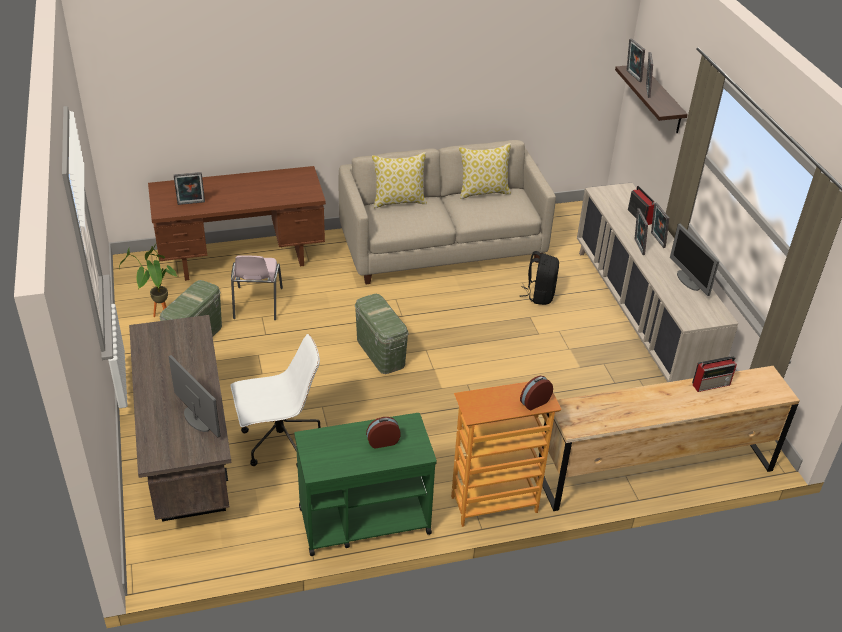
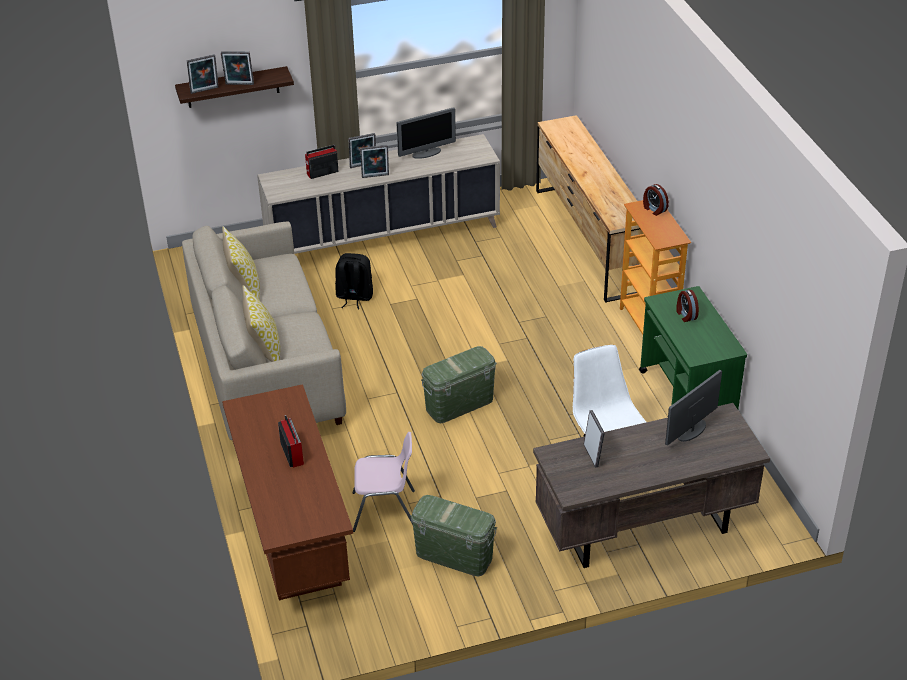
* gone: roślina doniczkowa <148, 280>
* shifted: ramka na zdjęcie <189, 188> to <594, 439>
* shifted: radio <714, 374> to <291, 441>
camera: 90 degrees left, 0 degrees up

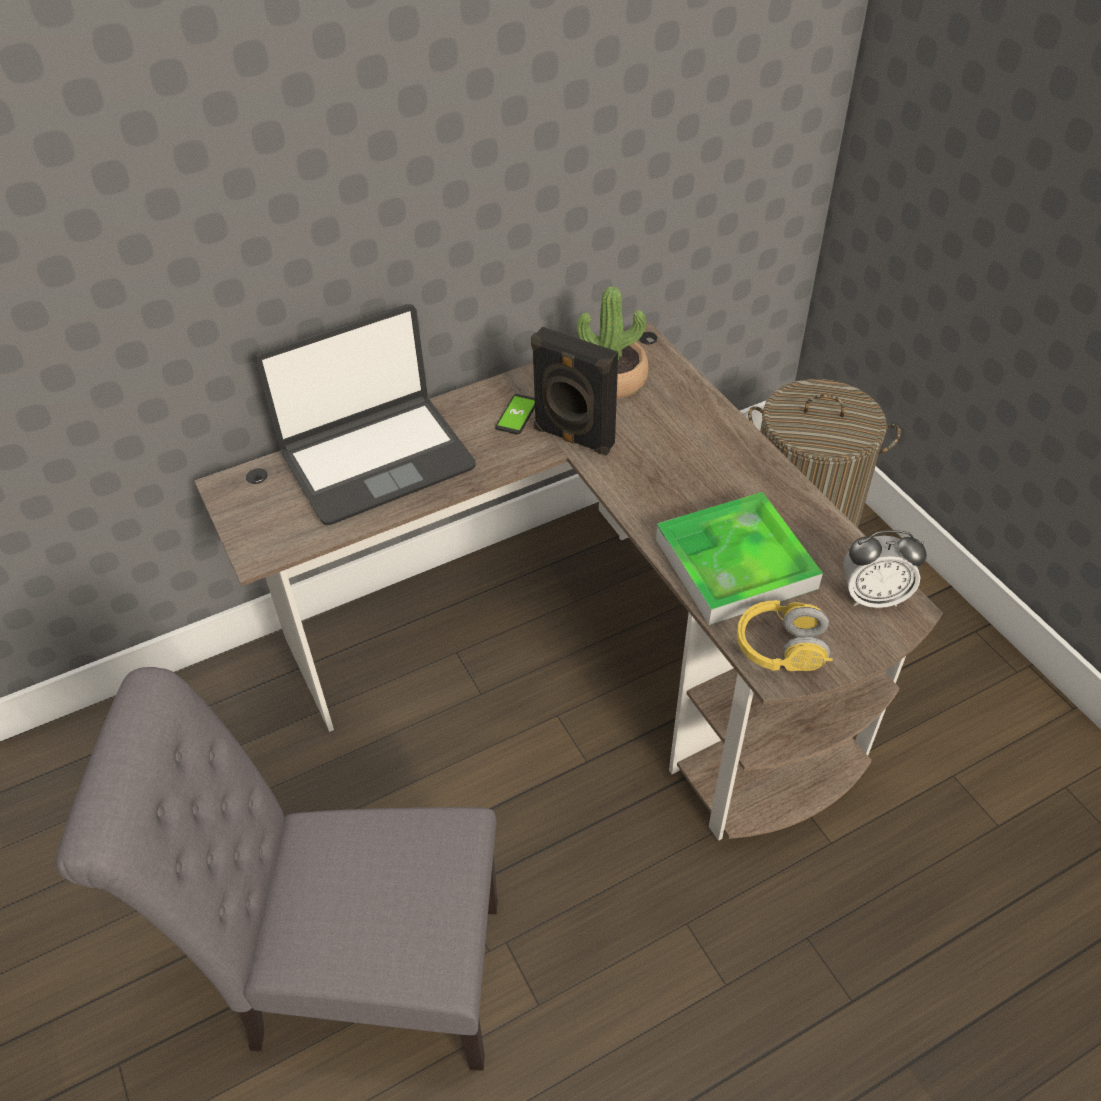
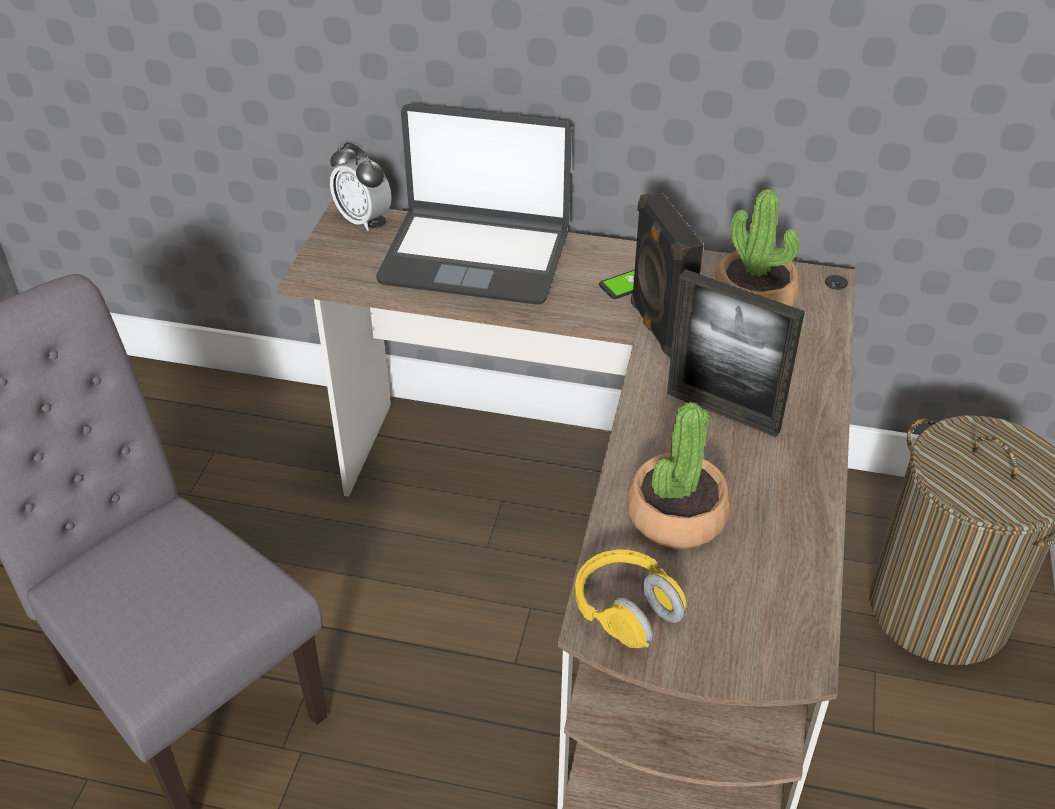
* new: ramka na zdjęcie <736, 353>
* shifted: budzik <885, 569> to <361, 186>
* swapped: taca <739, 558> to roślina doniczkowa <679, 475>
camera: 40 degrees right, 5 degrees down

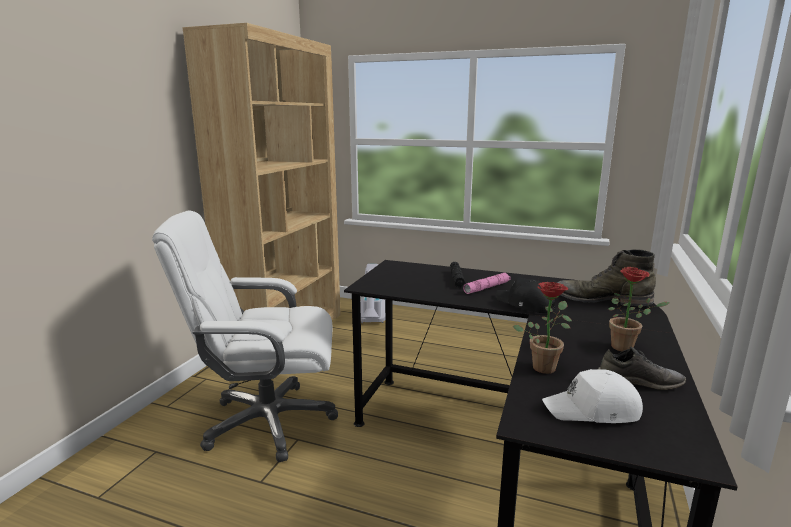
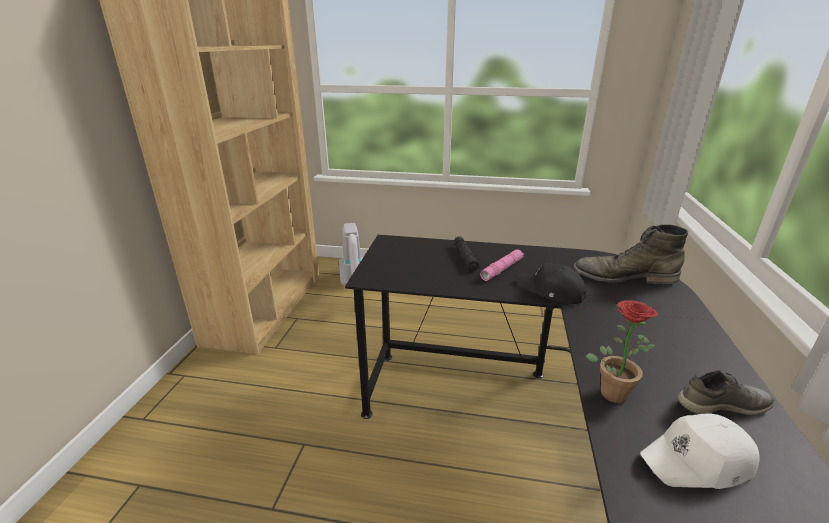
* gone: krzesło biurowe/biały <245, 336>
* gone: roślina doniczkowa <639, 309>
camera: 10 degrees left, 10 degrees up

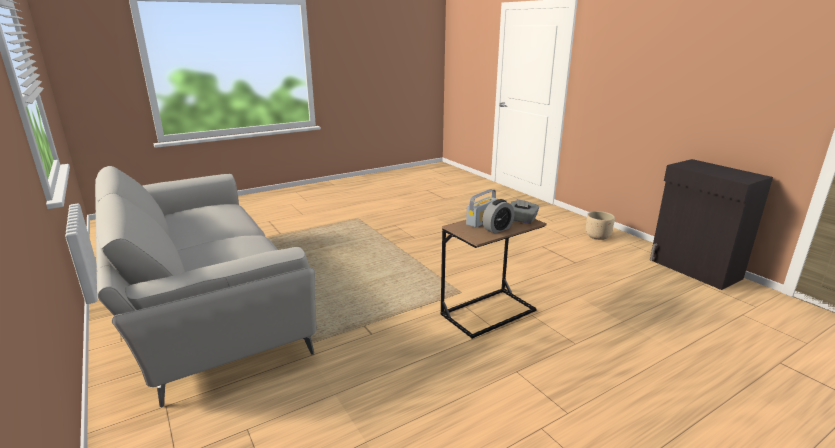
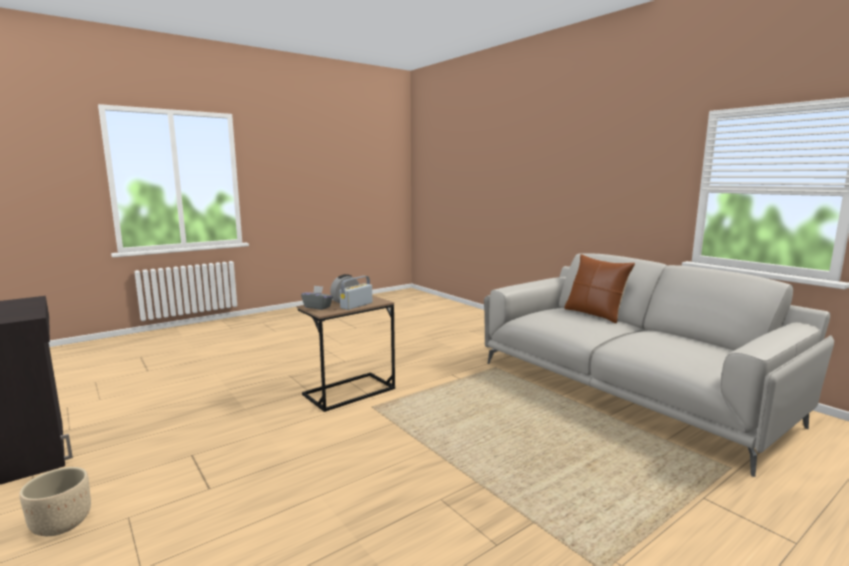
* new: poduszka/brązowy <599, 288>
camera: 175 degrees right, 10 degrees down

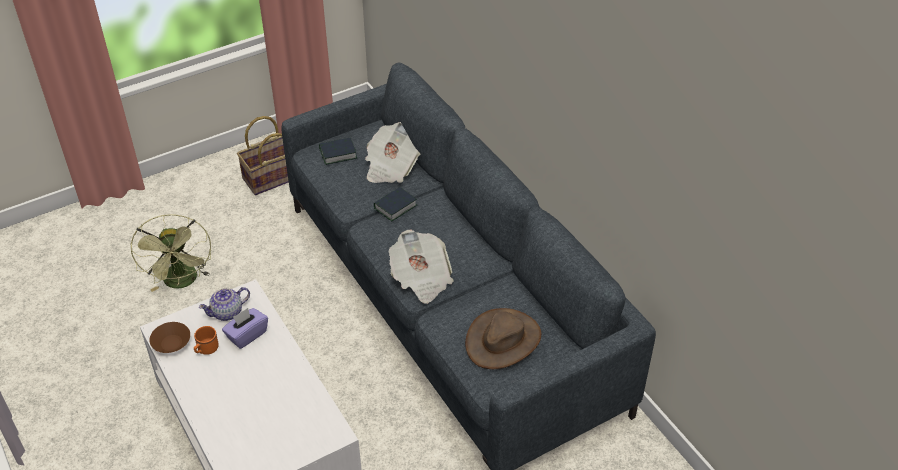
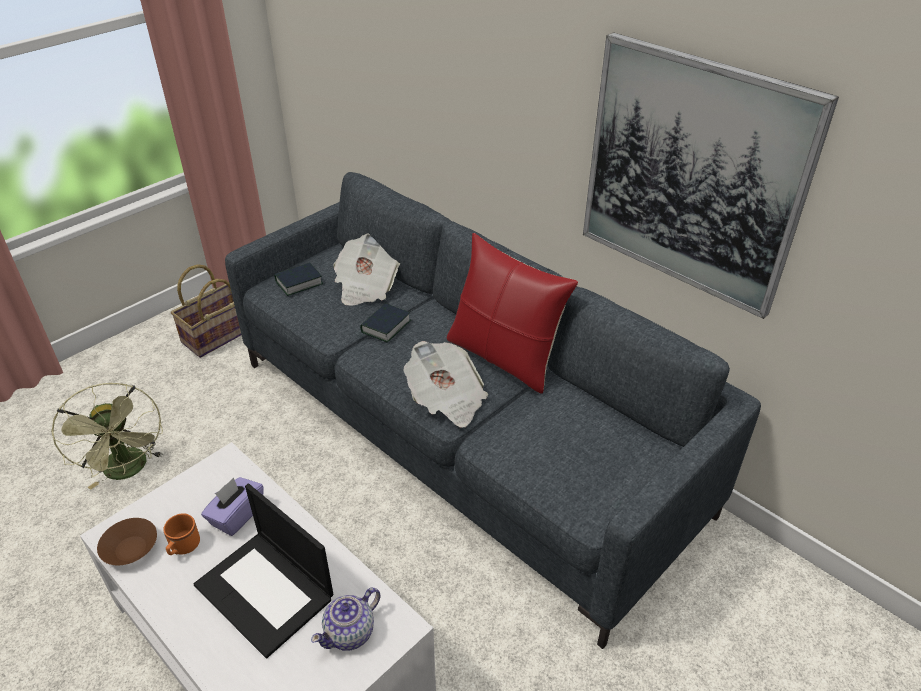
* gone: kapelusz/brązowy <503, 338>
* new: laptop <264, 570>
* new: poduszka/czerwony <512, 313>
* new: obraz <711, 175>
* shifted: imbryk <224, 304> to <346, 619>
camera: 15 degrees left, 5 degrees down

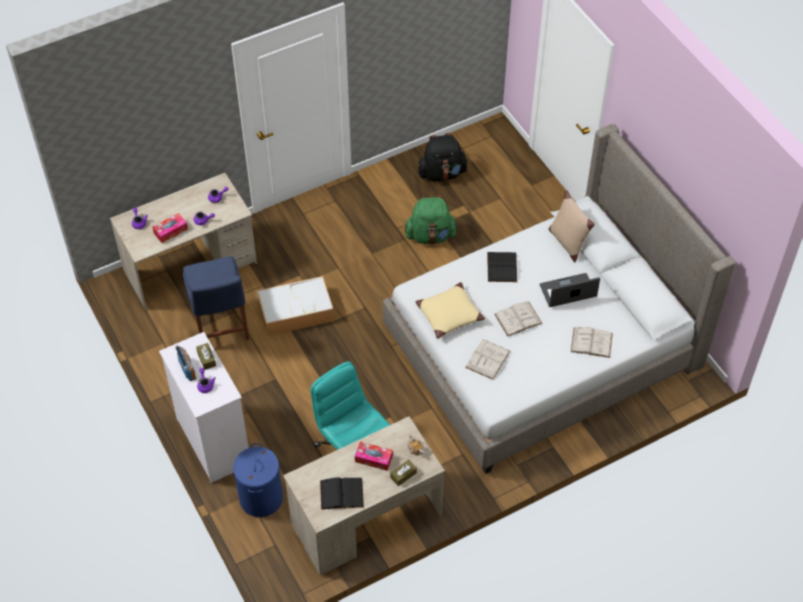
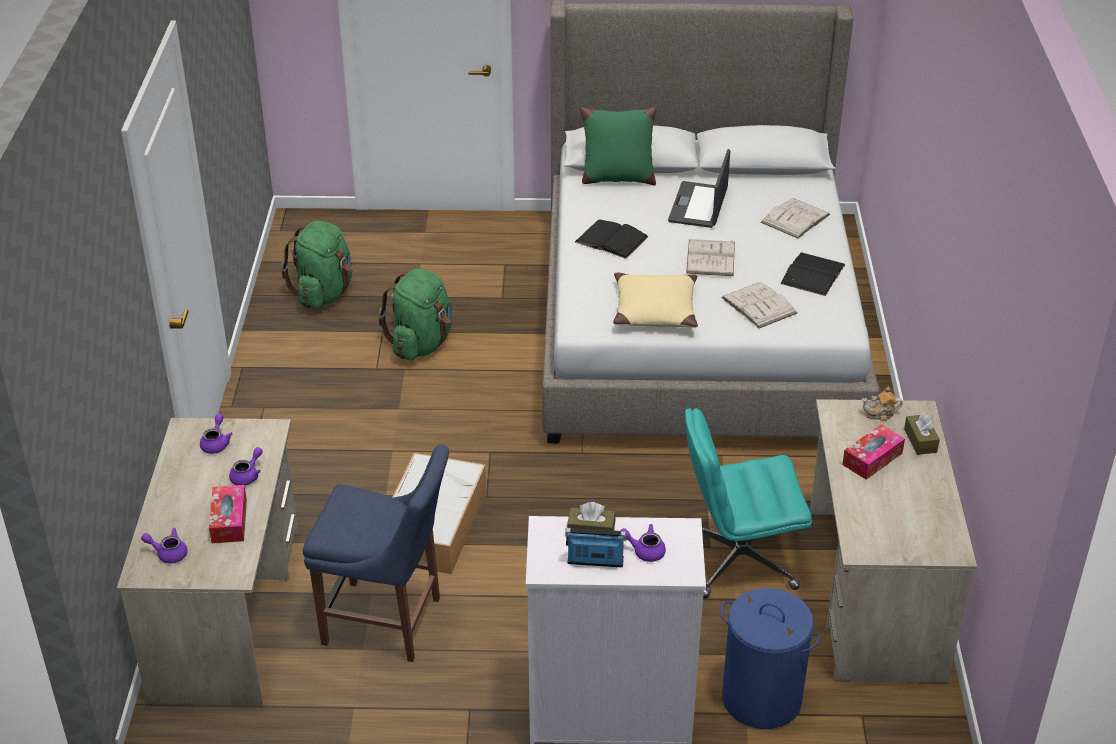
* shifted: książka/czarny <342, 493> to <812, 274>
* repainted: plecak/czarny <443, 157> to plecak/zielony <317, 265>
* repainted: poduszka/beżowy <572, 226> to poduszka/zielony <618, 146>
camera: 60 degrees left, 15 degrees down

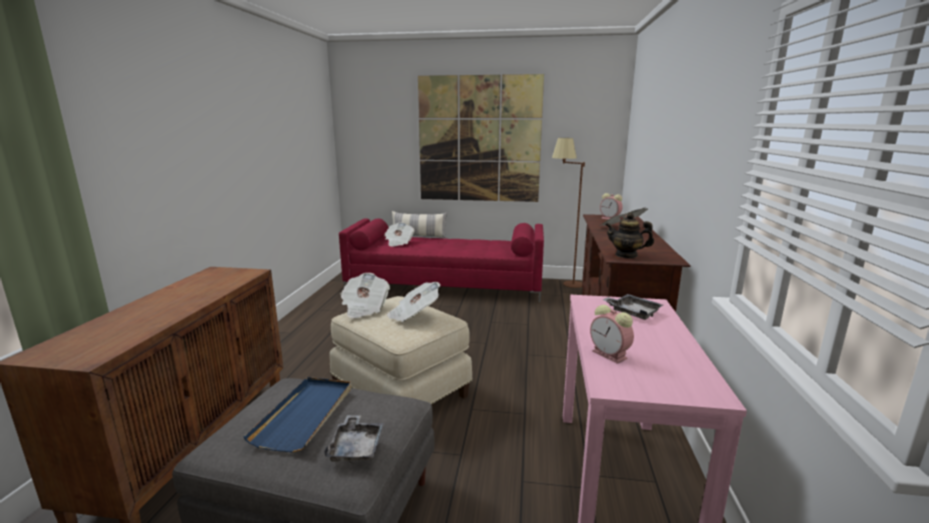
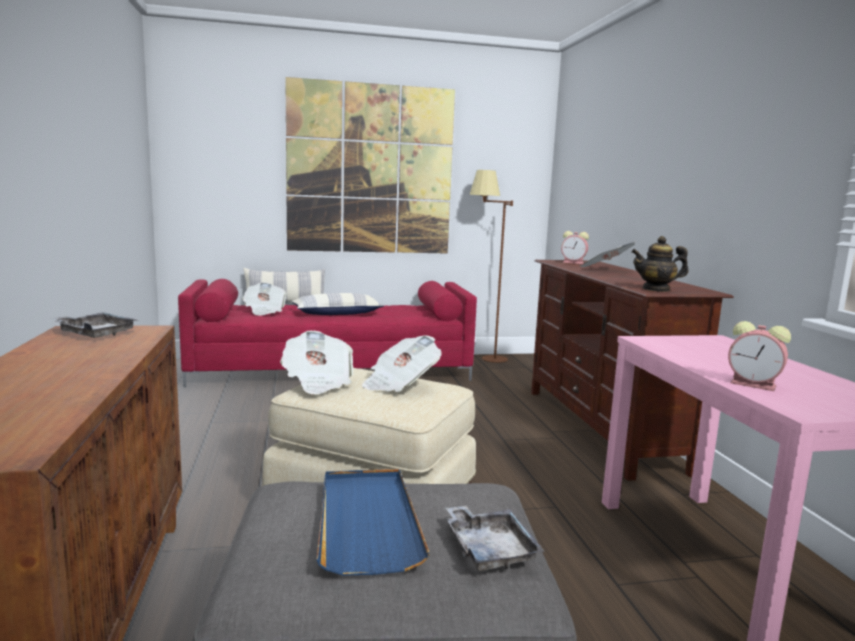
* new: poduszka <338, 304>
* shifted: taca/szary <633, 307> to <94, 325>
camera: 20 degrees left, 5 degrees down

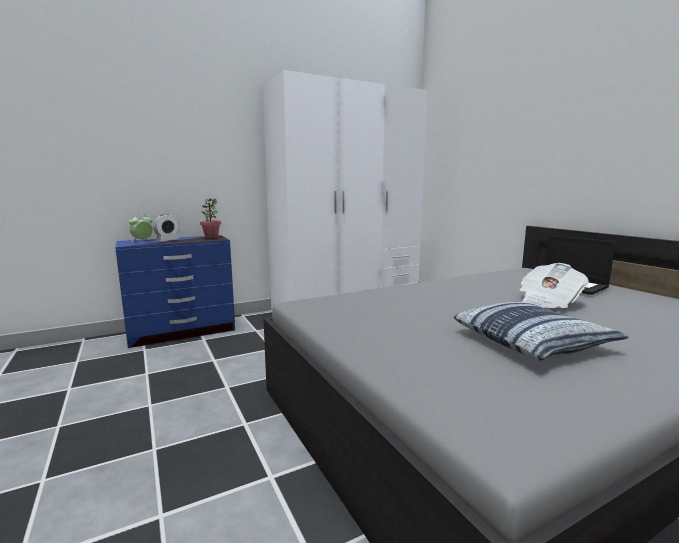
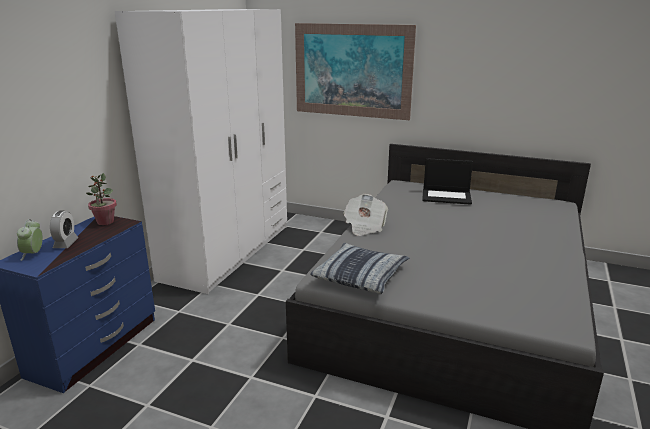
* new: obraz <355, 71>
* shifted: poduszka <541, 331> to <359, 268>
* shifted: gazeta <554, 285> to <365, 215>
camera: 40 degrees left, 10 degrees up

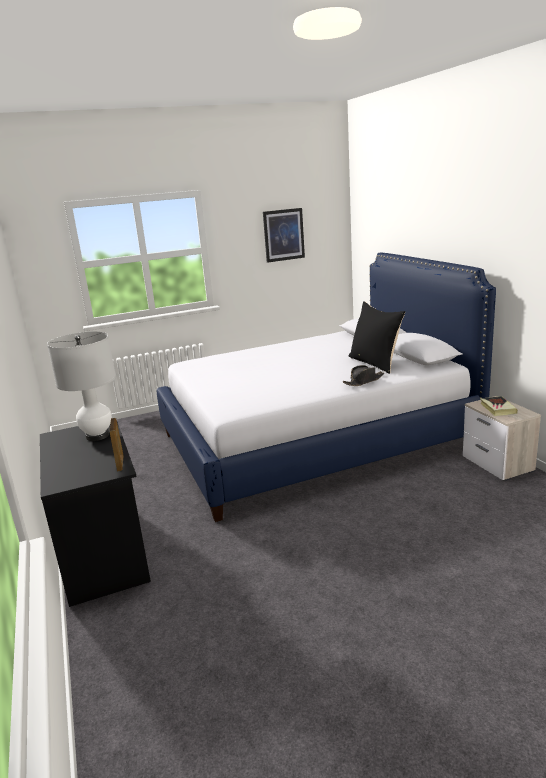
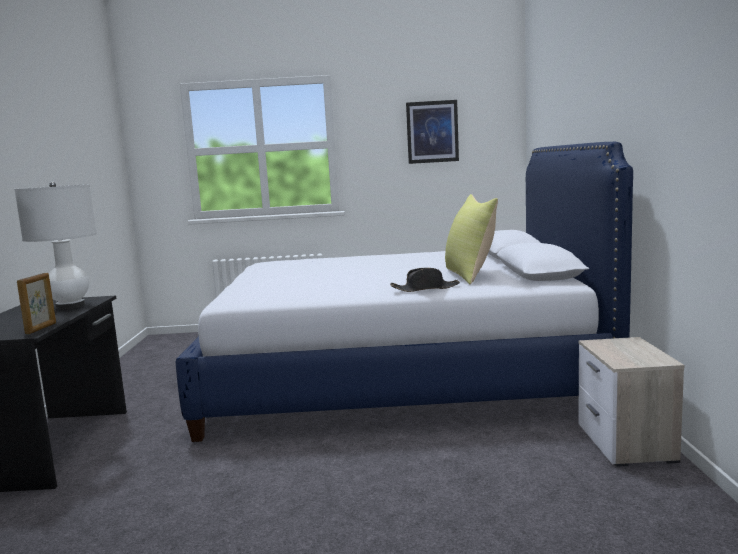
* gone: książka <499, 406>
* repainted: poduszka/czarny <377, 337> to poduszka/żółty <471, 239>
camera: 20 degrees right, 10 degrees down

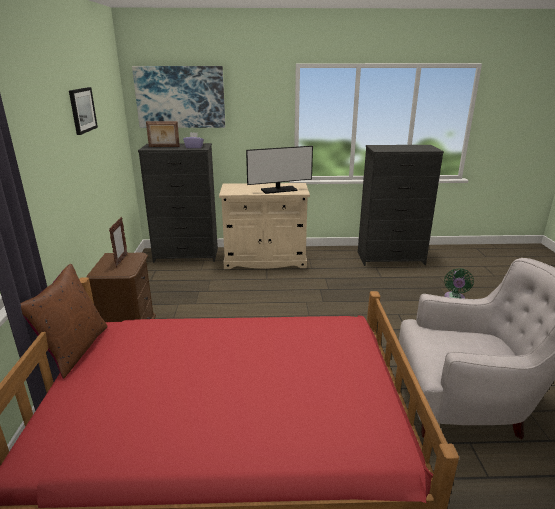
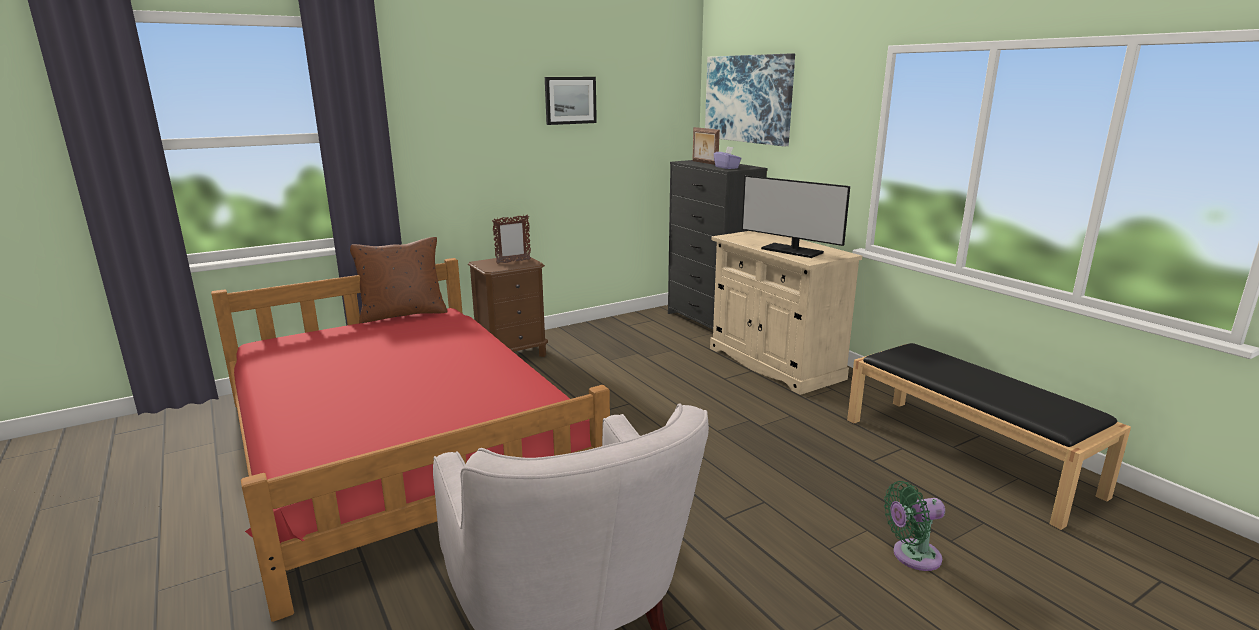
* swapped: komoda/czarny <401, 205> to ławka/czarny <989, 436>
camera: 60 degrees right, 5 degrees down

